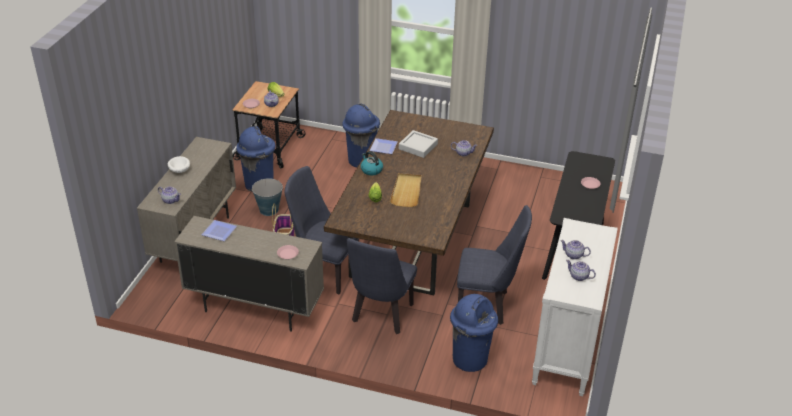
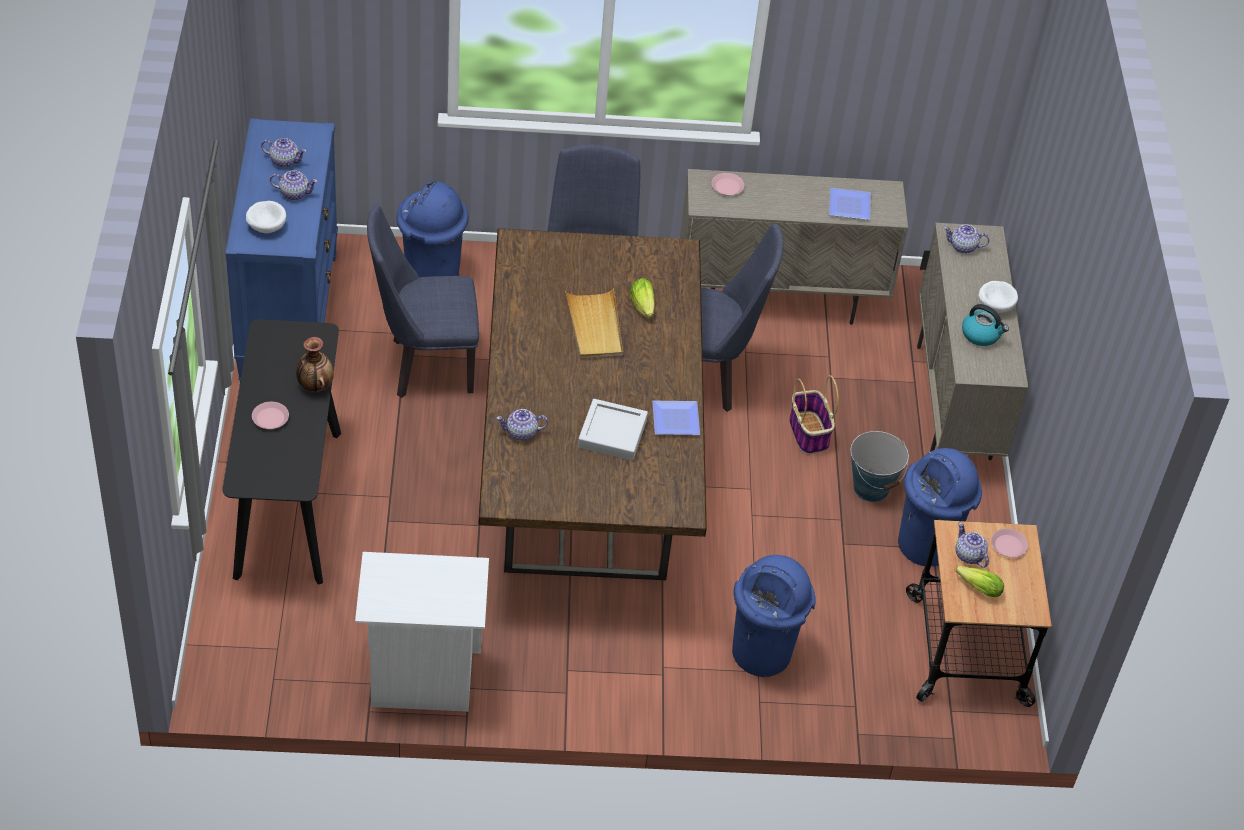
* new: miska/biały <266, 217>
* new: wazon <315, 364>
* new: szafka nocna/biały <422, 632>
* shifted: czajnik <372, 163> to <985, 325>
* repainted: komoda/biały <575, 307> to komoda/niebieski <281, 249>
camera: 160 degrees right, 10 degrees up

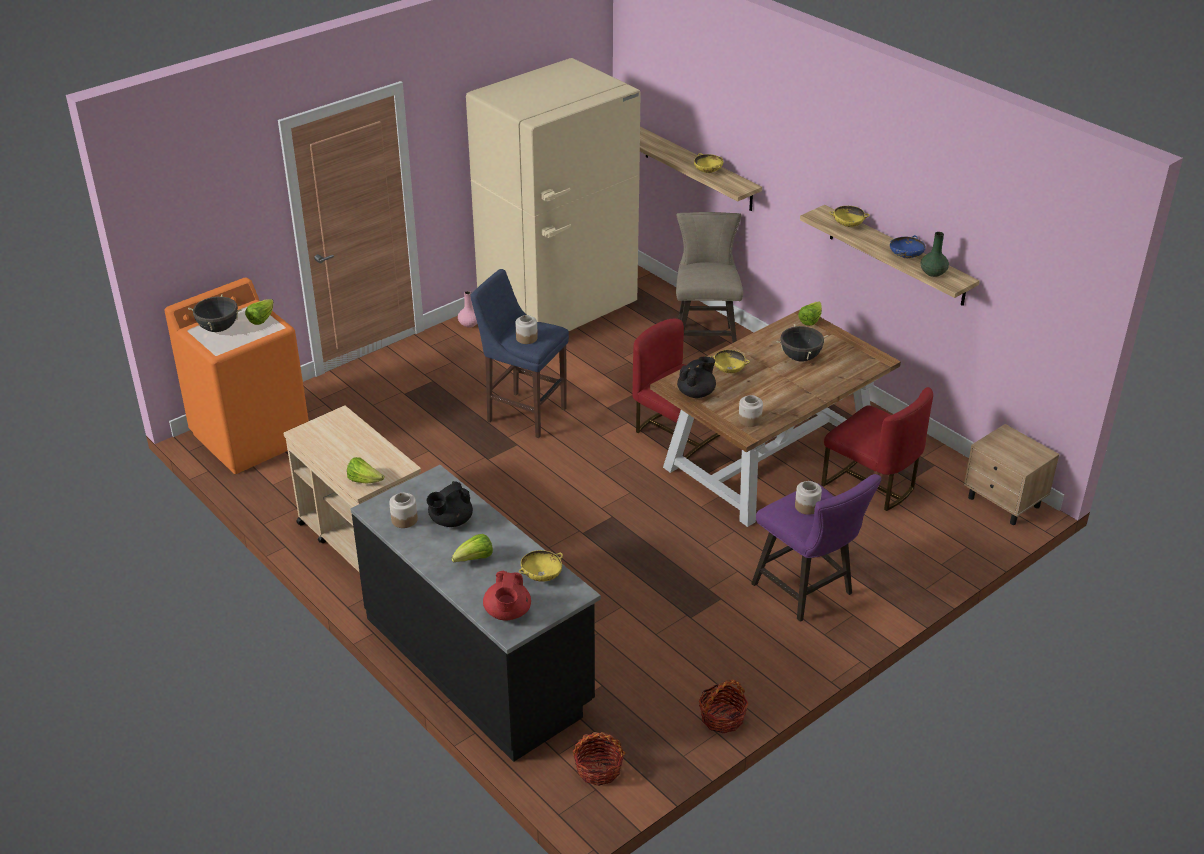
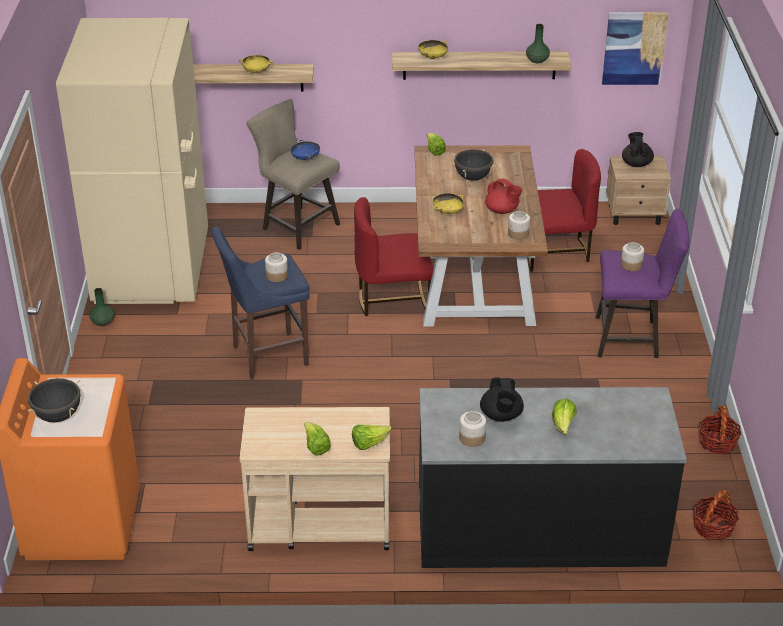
* gone: miska/żółty <541, 566>
* new: obraz <635, 48>
* shifted: sałata <259, 312> to <317, 439>
* shifted: imbryk/czerwony <507, 596> to <503, 196>
* shifted: imbryk/czarny <696, 377> to <638, 149>
* shifted: miska/niebieski <908, 247> to <305, 150>
* repainted: wazon/różowy <467, 309> to wazon/zielony <102, 307>
camera: 50 degrees left, 0 degrees up

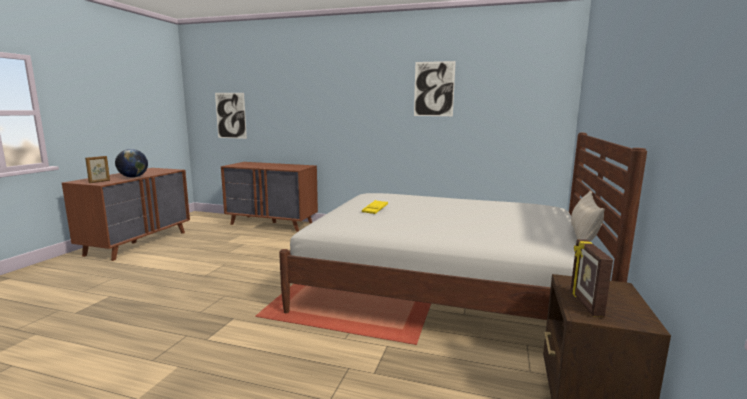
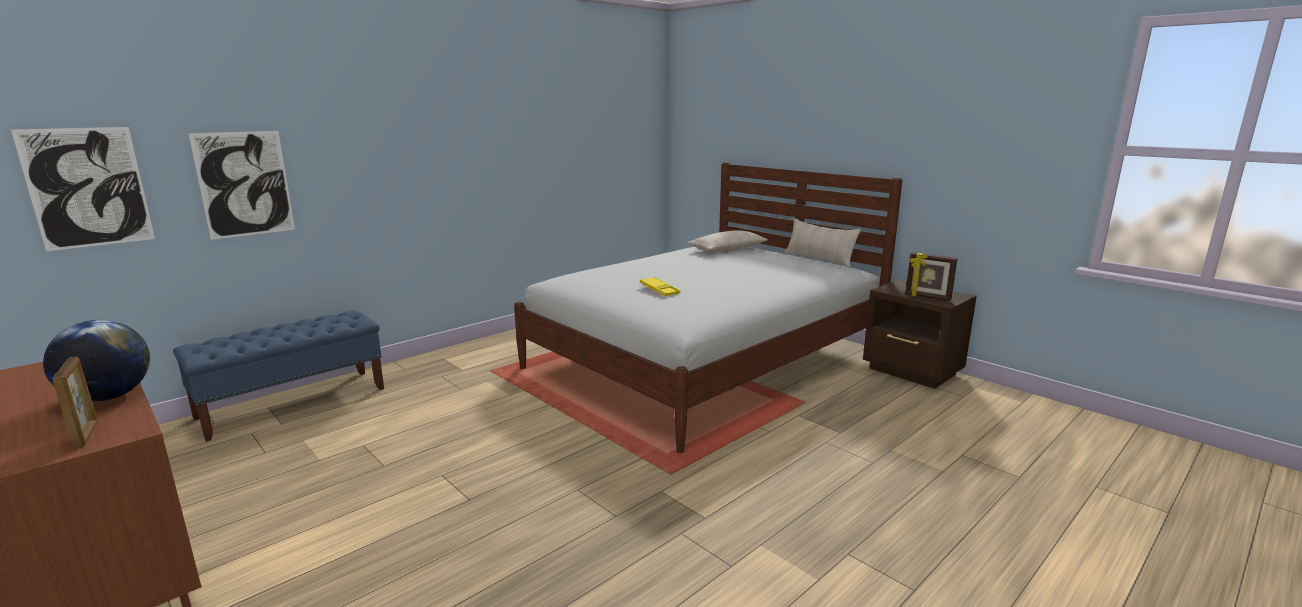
* new: poduszka/beżowy <727, 241>
* shifted: obraz <435, 88> to <241, 185>
* swapped: komoda/brązowy <269, 197> to ławka/niebieski <278, 376>
camera: 60 degrees left, 5 degrees up

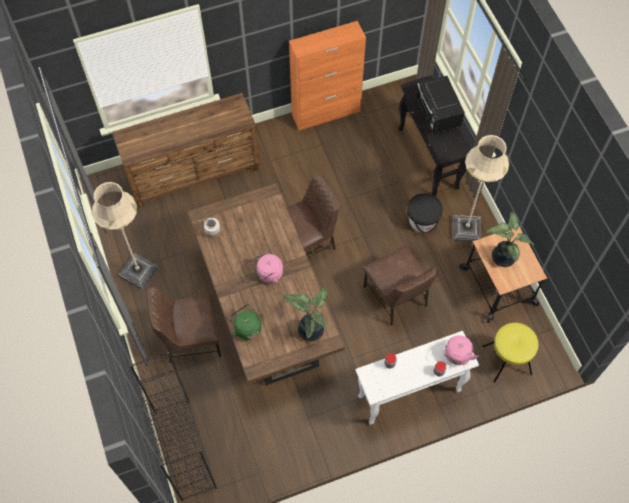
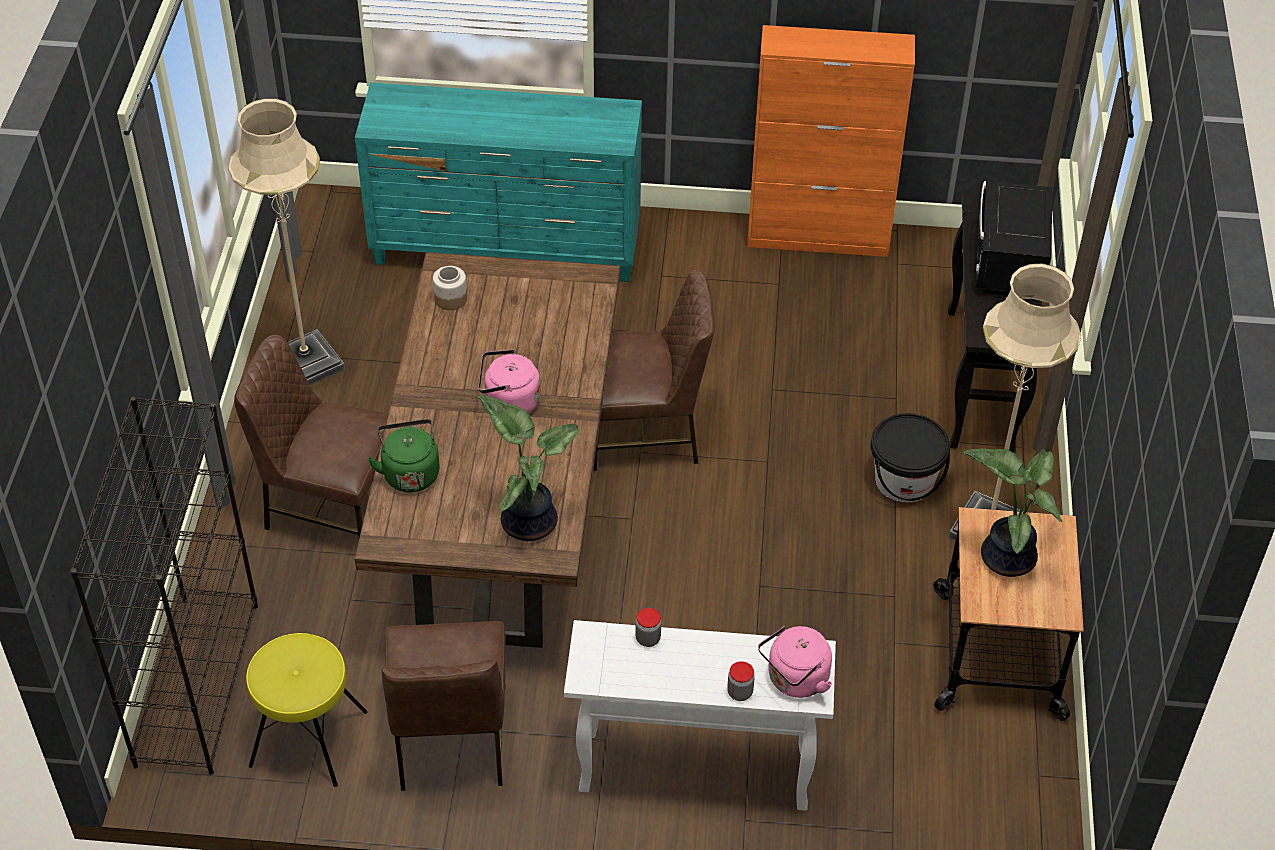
* shifted: krzesło/brązowy <401, 286> to <443, 706>
* shifted: stołek/żółty <510, 353> to <307, 710>
* repainted: komoda/brązowy <186, 150> to komoda/turkusowy <498, 182>
camera: 25 degrees right, 15 degrees down

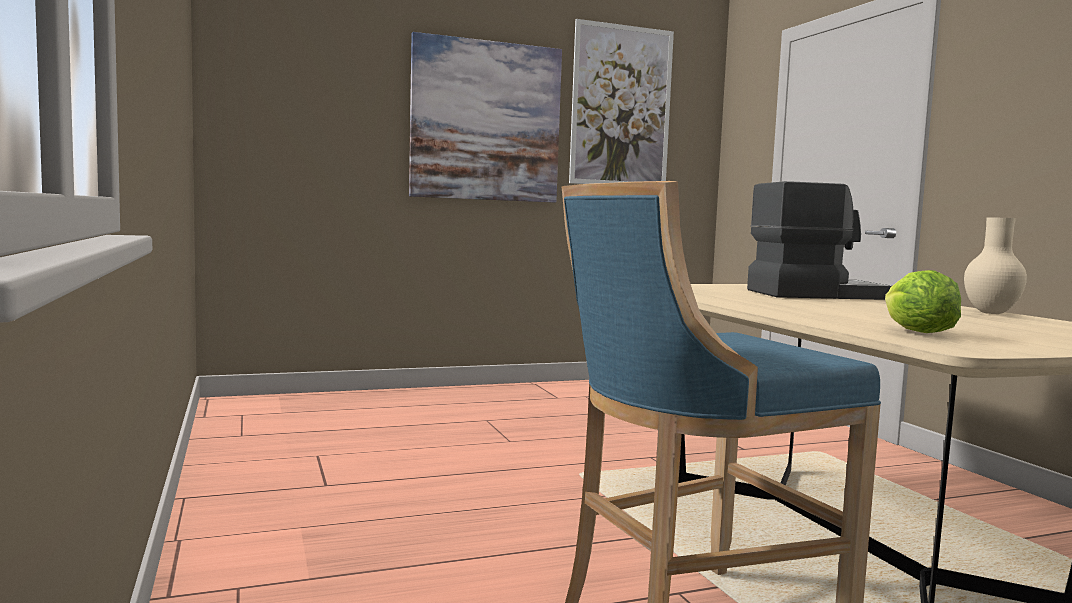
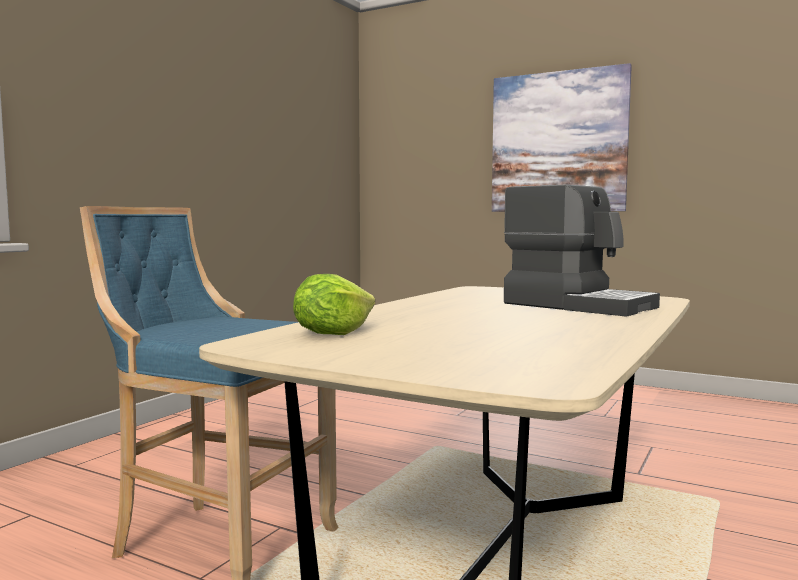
* gone: obraz <621, 101>
* gone: wazon/beżowy <995, 265>
camera: 50 degrees right, 0 degrees up

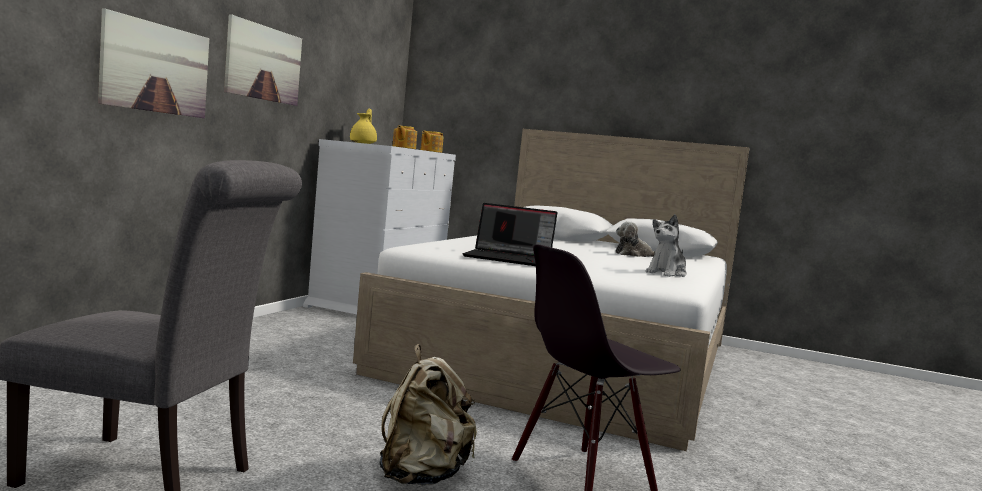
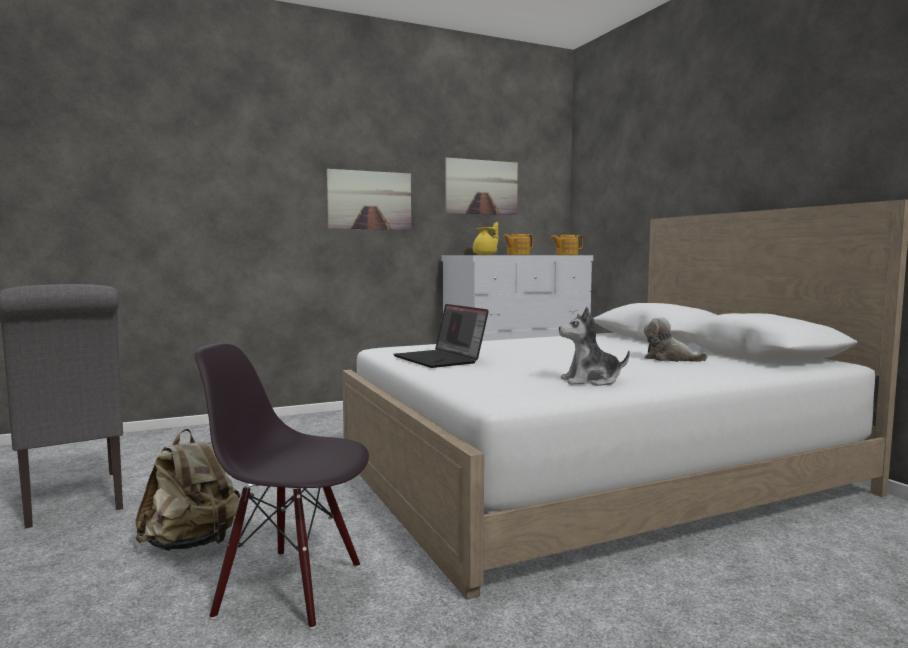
* shifted: obraz <153, 63> to <481, 186>
camera: 45 degrees right, 0 degrees up

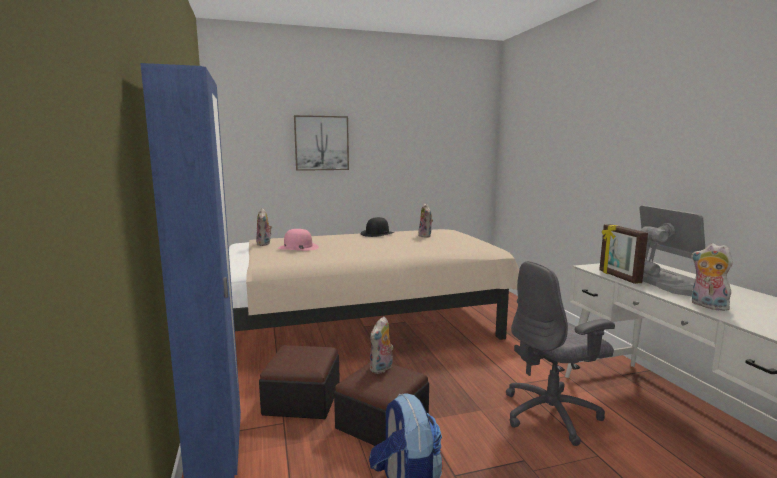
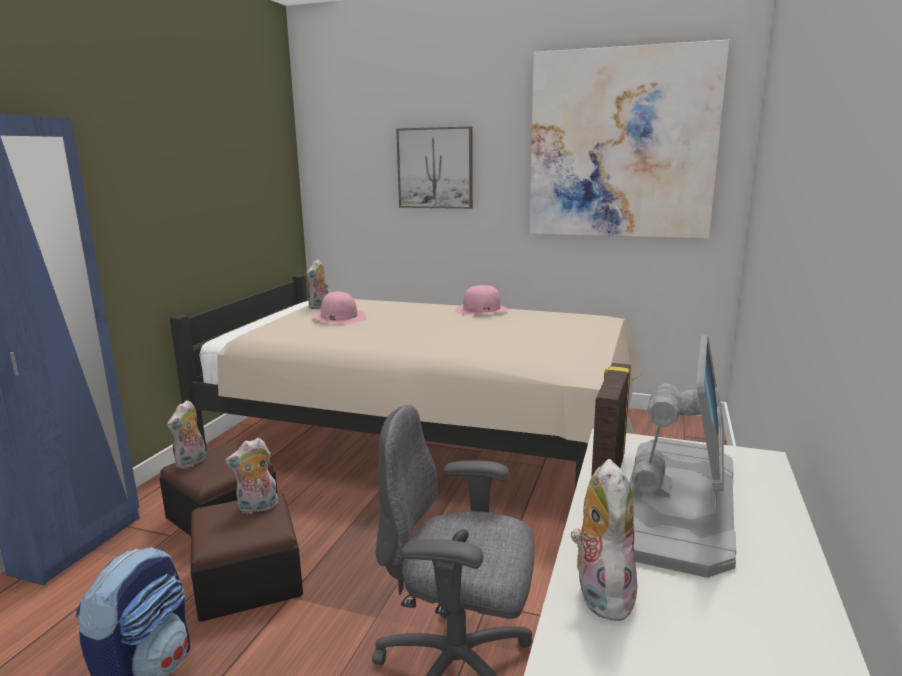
* new: obraz <630, 139>
* shifted: pluszak <425, 220> to <186, 434>
* repainted: kapelusz/czarny <377, 227> to kapelusz/różowy <481, 300>
camera: 35 degrees right, 5 degrees up

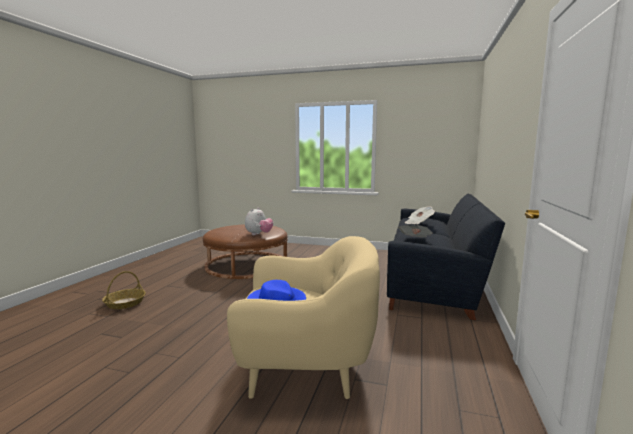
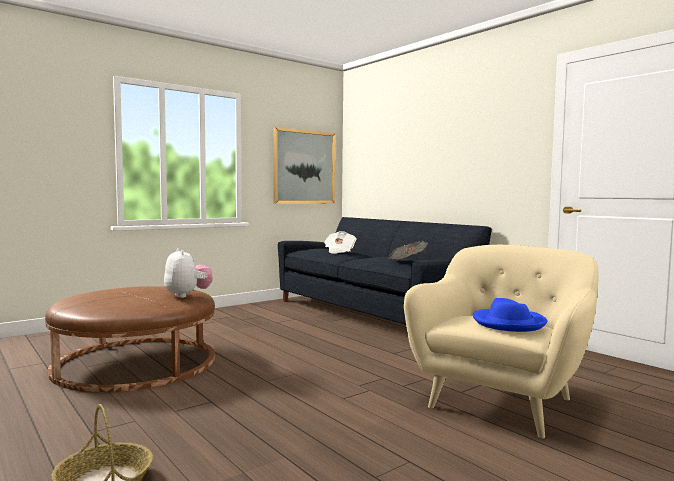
* new: obraz <304, 165>
camera: 55 degrees left, 5 degrees down

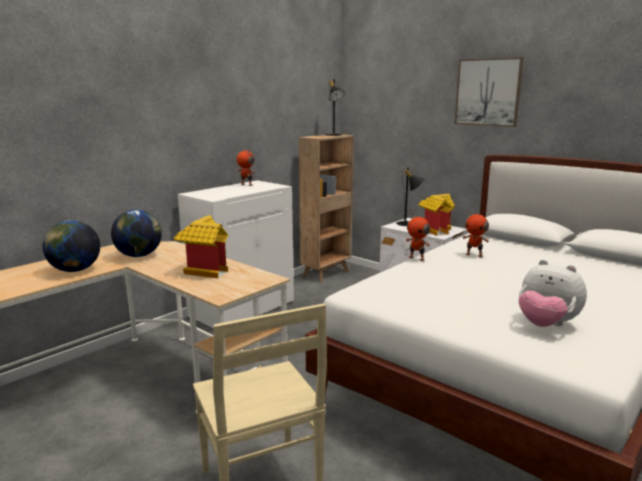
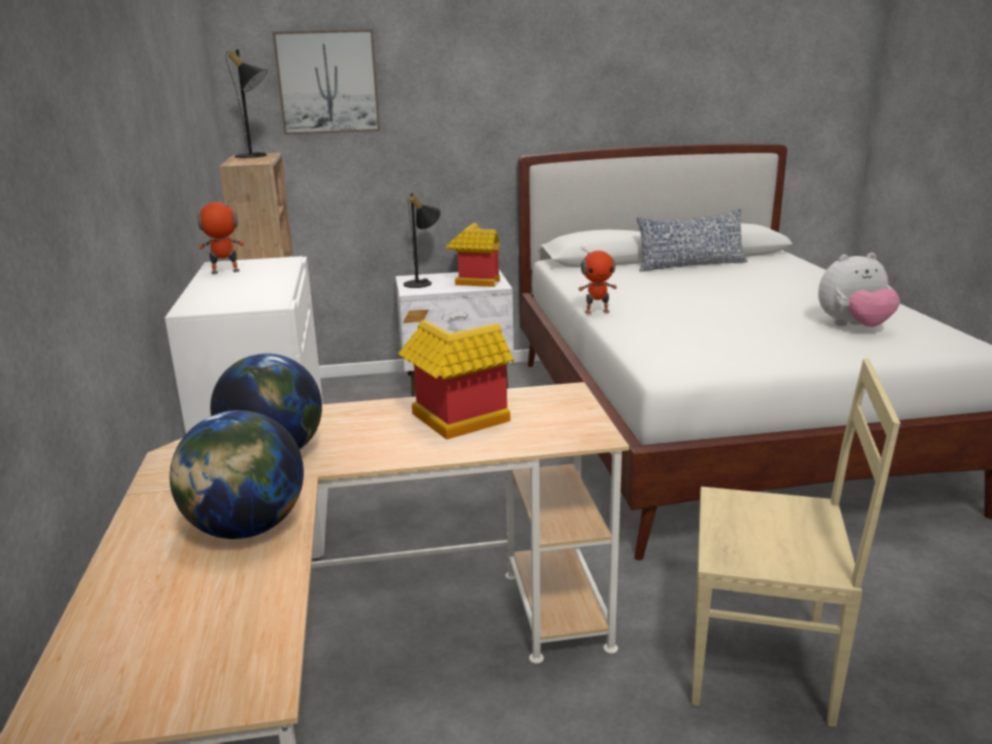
* gone: robot zabawkowy <476, 233>
* new: poduszka <692, 240>
* shifted: obraz <489, 92> to <326, 82>
camera: 50 degrees left, 5 degrees up

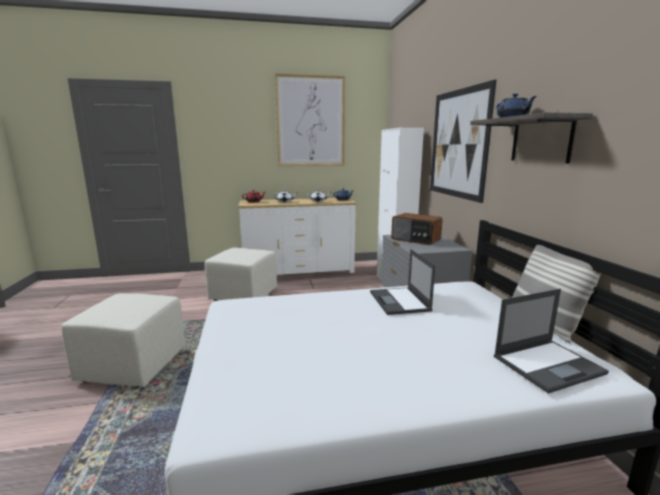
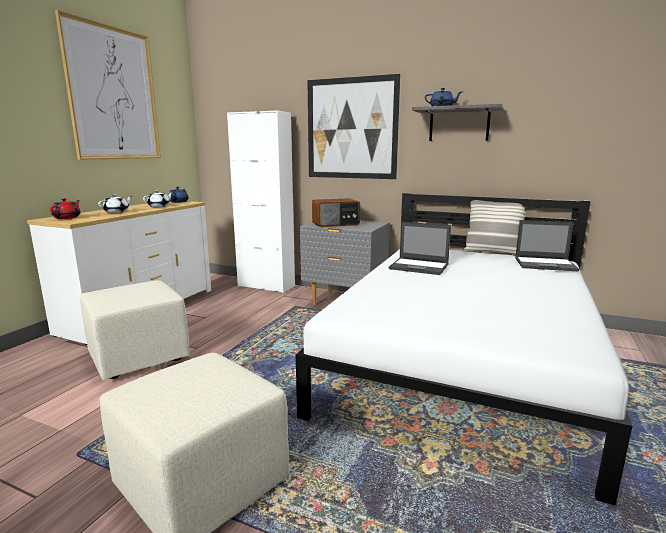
* rotated: laptop <551, 341> = <547, 245> 90 degrees clockwise
camera: 55 degrees left, 0 degrees up

